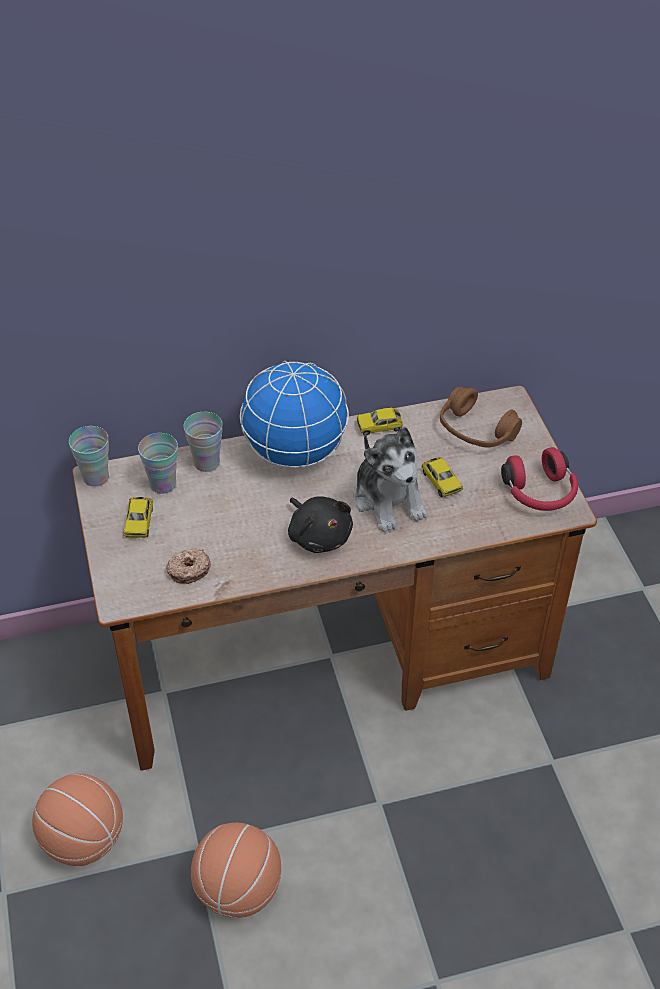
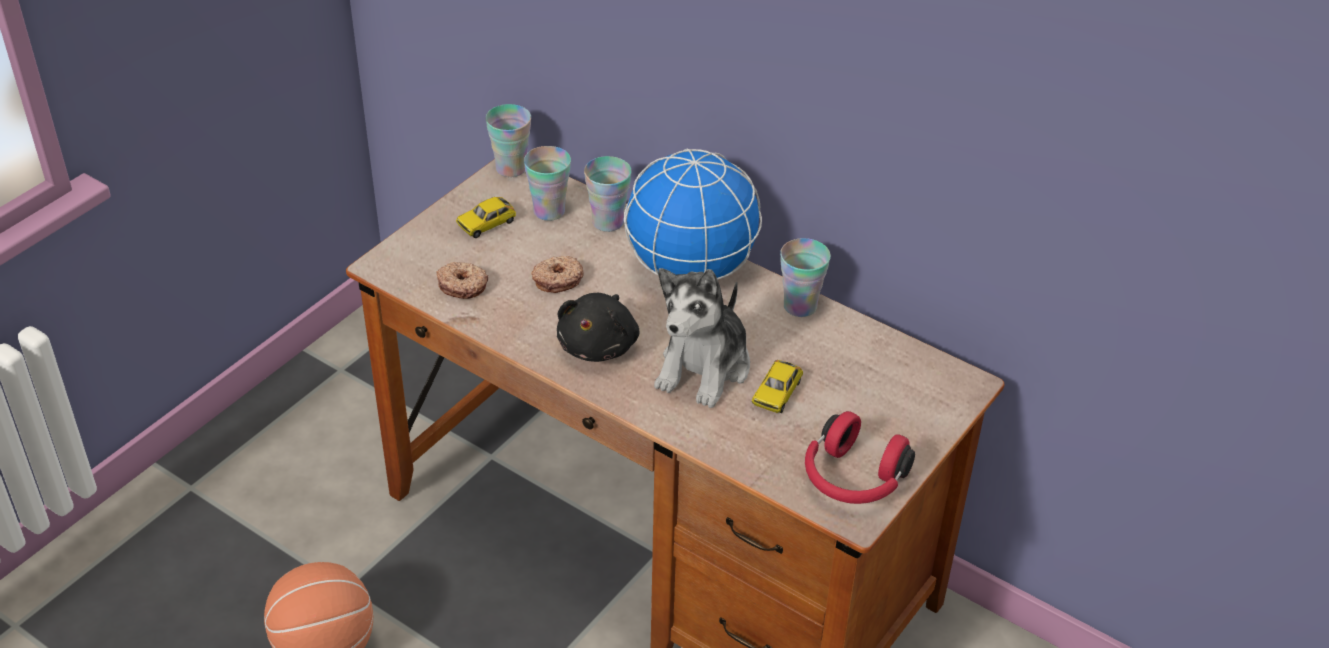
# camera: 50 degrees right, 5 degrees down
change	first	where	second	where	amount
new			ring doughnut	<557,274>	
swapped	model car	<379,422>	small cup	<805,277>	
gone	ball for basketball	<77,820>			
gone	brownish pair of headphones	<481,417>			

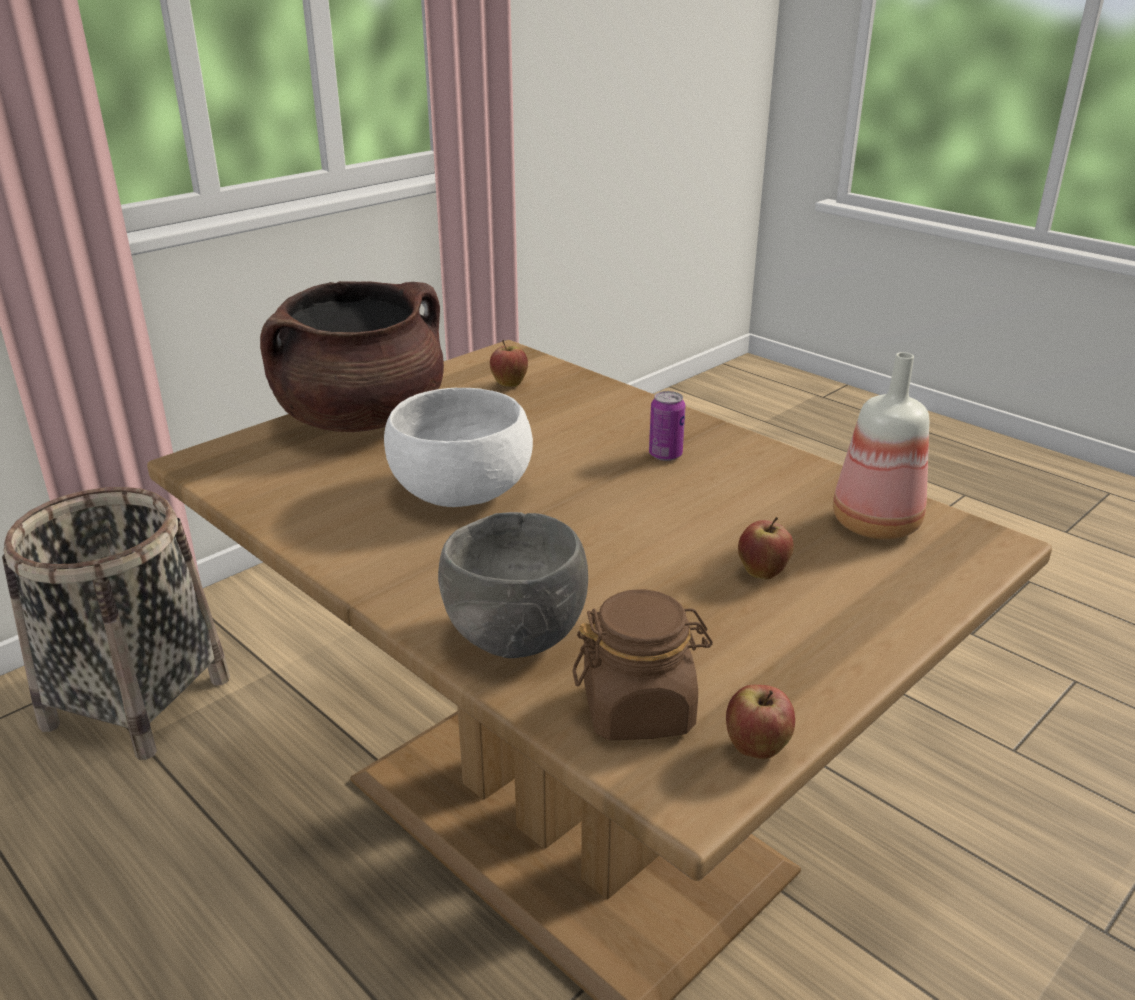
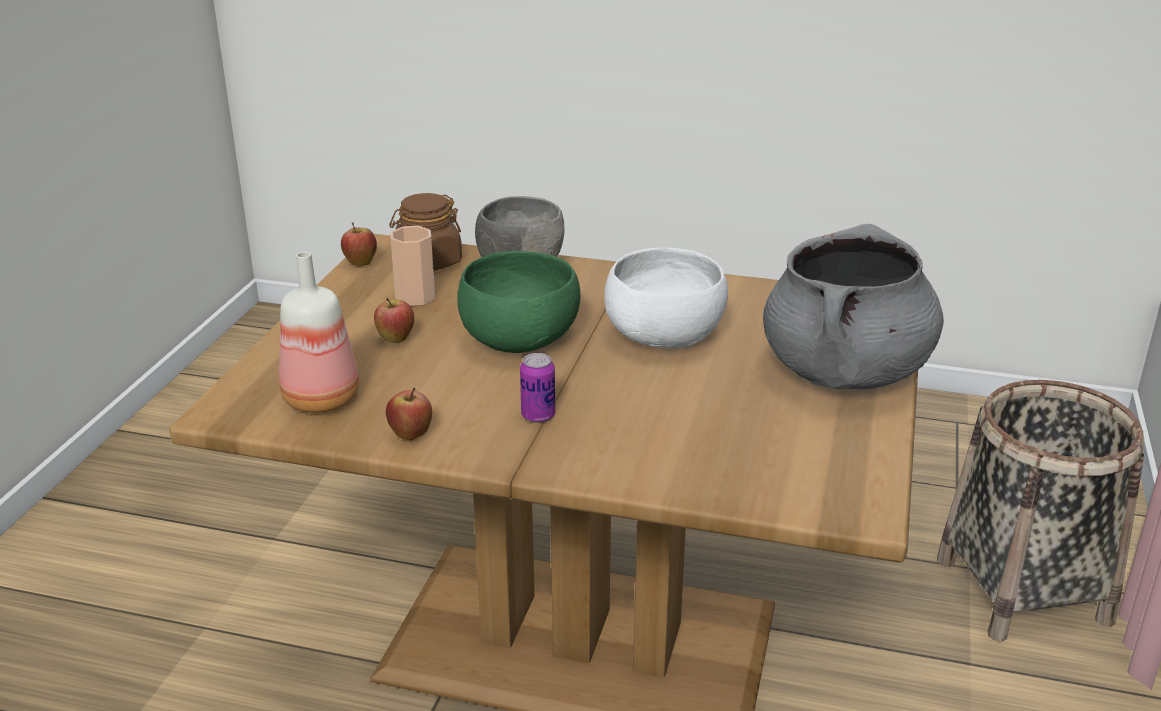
# camera: 150 degrees right, 0 degrees up
change	first	where	second	where	amount
shifted	apple fruit	<509,363>		<409,414>	
new			small cup	<412,266>	
new			greenish deep dish	<519,302>	
repainted	brownish saucepot	<352,356>	gray saucepot	<853,306>	

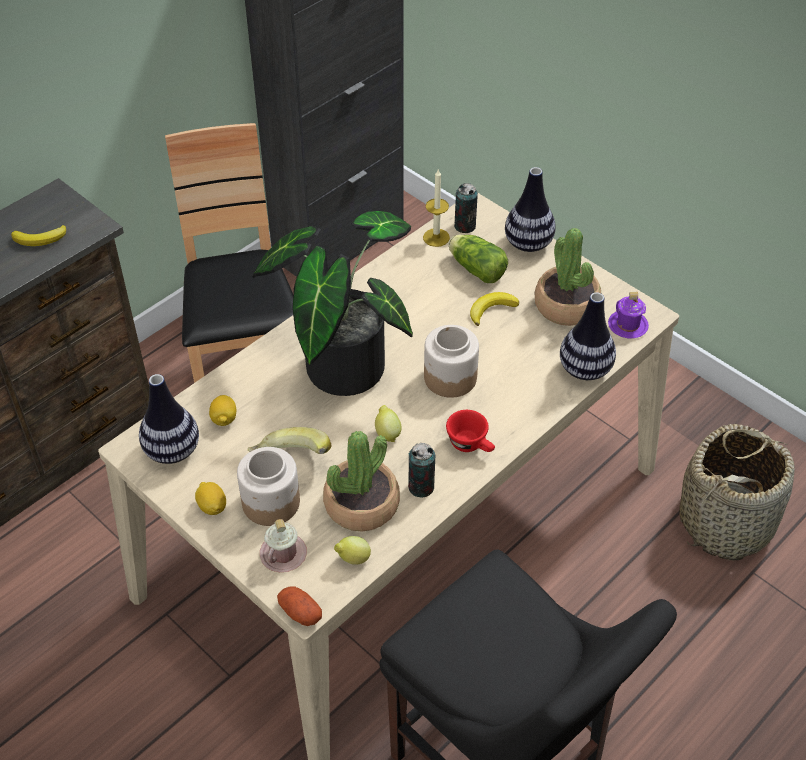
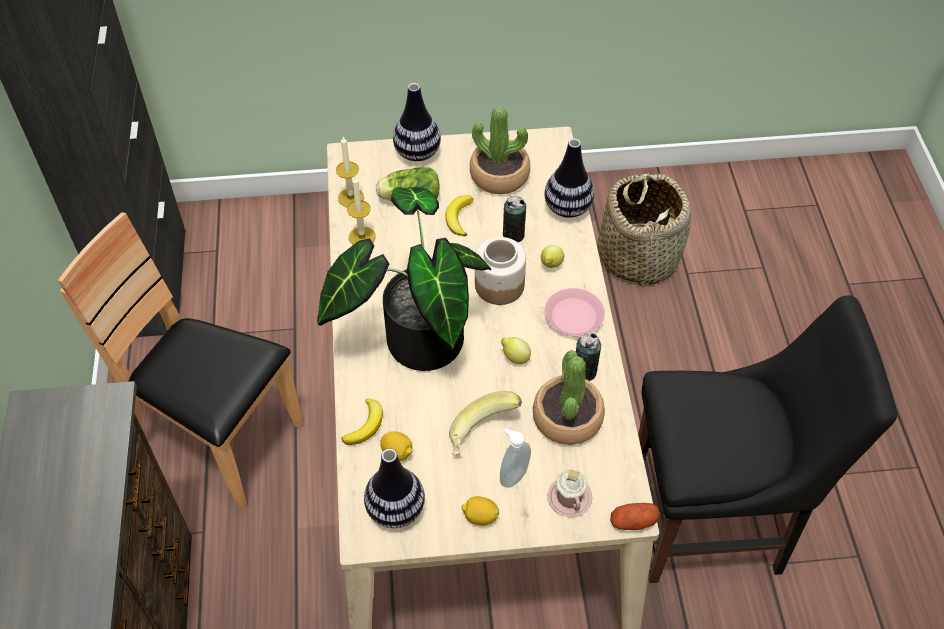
# camera: 50 degrees left, 5 degrees up
change	first	where	second	where	amount
shifted	banana fruit	<38,235>		<362,422>	
new			wax light	<361,211>	
swapped	jar	<268,486>	liquid soap bottle	<515,458>	
shifted	sealed can	<466,208>		<514,219>	
shifted	whole lemon	<352,550>		<552,256>	
swapped	red small cup	<470,431>	pink flat dish	<574,312>	
gone	purple-coloured mug	<628,315>			

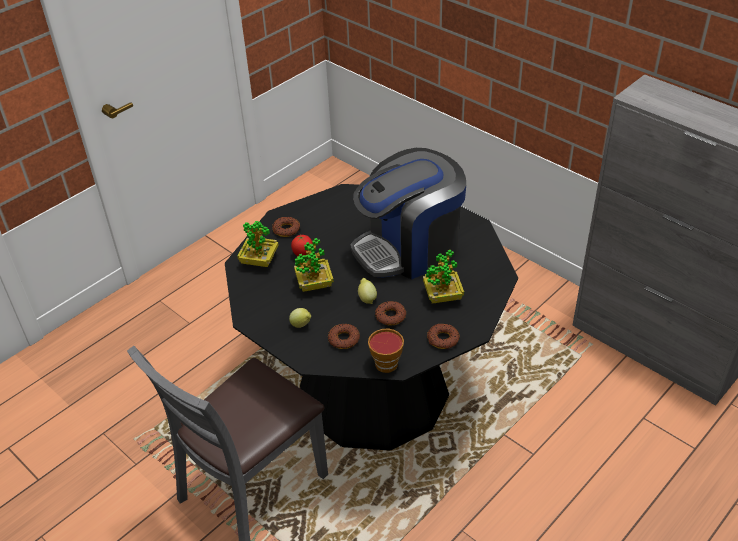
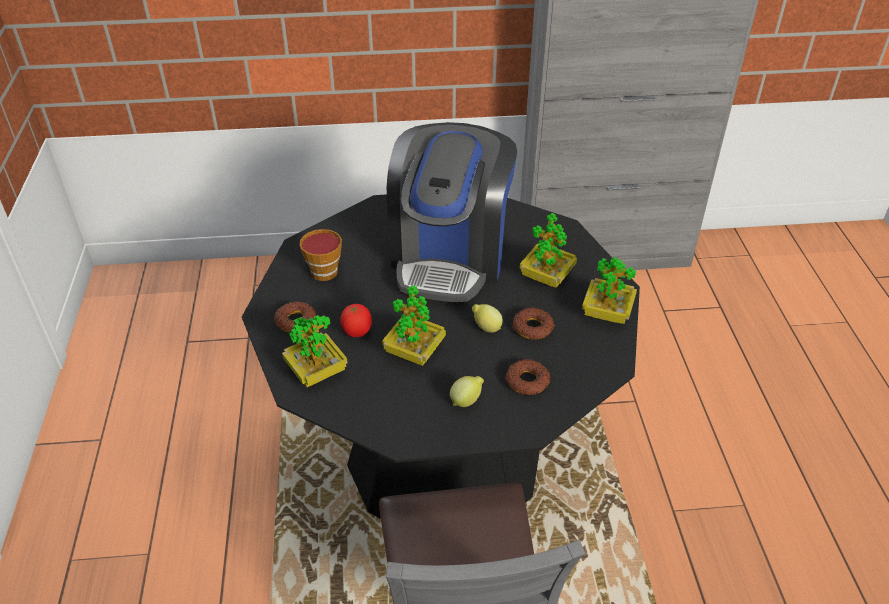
# camera: 50 degrees left, 0 degrees up
change	first	where	second	where	amount
shifted	small cup	<386,351>		<320,255>	
swapped	ring doughnut	<443,336>	plant in a pot	<609,291>	

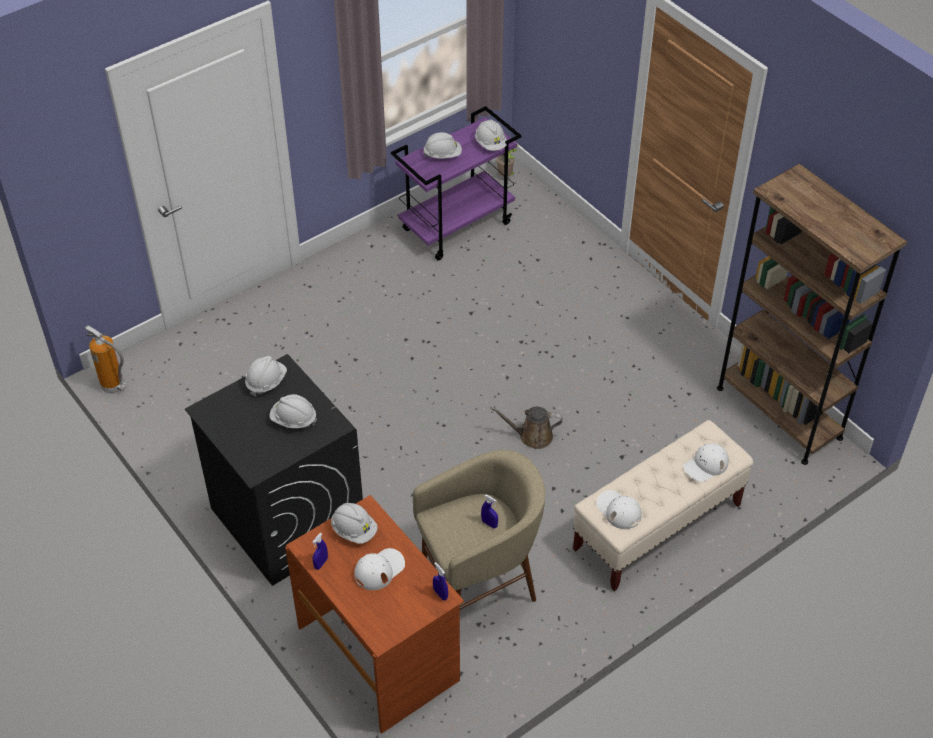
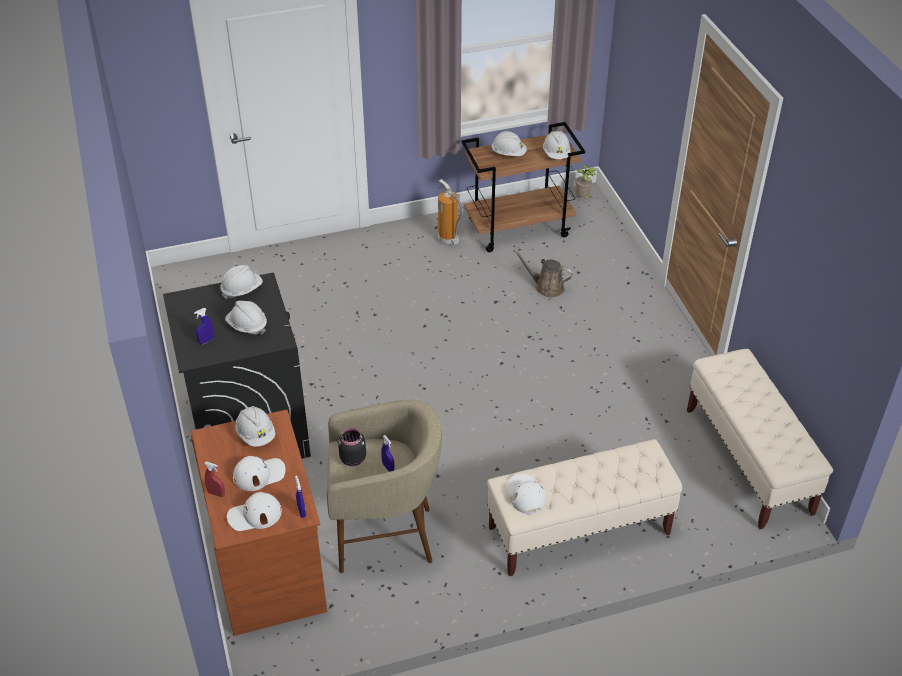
# camera: 20 degrees right, 5 degrees down
change	first	where	second	where	amount
shifted	bluish hand sprayer	<320,551>		<204,326>	
new			red hand sprayer	<214,479>	
shifted	white baseball cap	<706,462>		<254,511>	
new			blackish jar	<352,447>	
shifted	fire-fighting cylinder	<105,359>		<450,212>	
repainted	purple-coloured wheeled cart	<456,183>	brownish wheeled cart	<523,187>	
shifted	brownish sprinkling can	<526,428>		<543,273>	
swapped	brownish bookshelf	<812,314>	beige-coloured indoor bench	<760,439>	

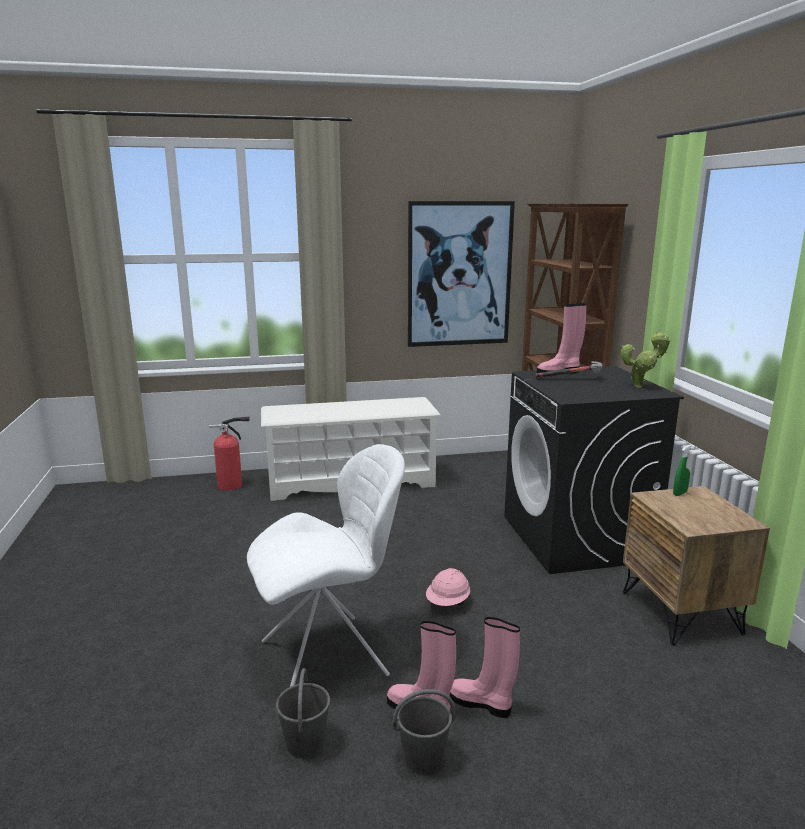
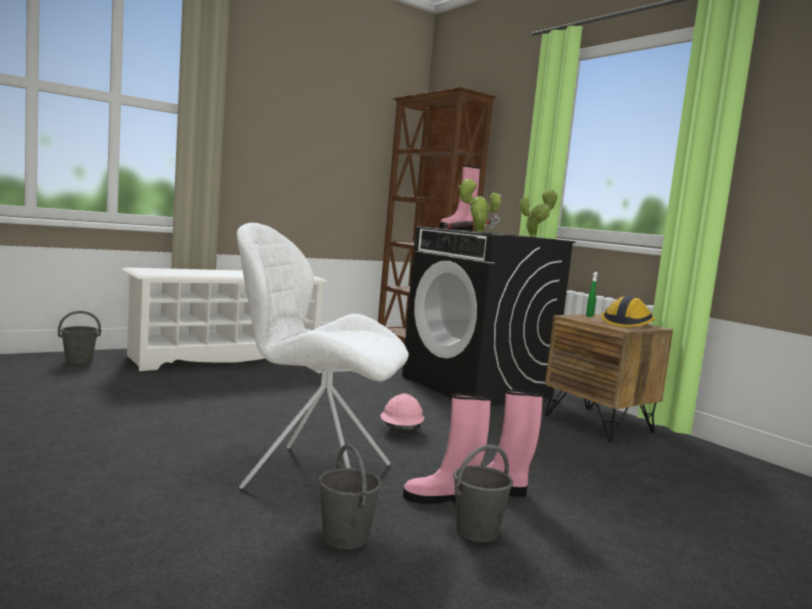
# camera: 25 degrees left, 10 degrees down
change	first	where	second	where	amount
swapped	fire-fighting cylinder	<229,453>	gray bucket	<79,337>	
rotated	white upright chair	<326,565>		<323,356>	120 degrees counterclockwise
new			plant in a pot	<479,205>	
new			hard hat	<628,311>	
gone	wall art	<461,274>			

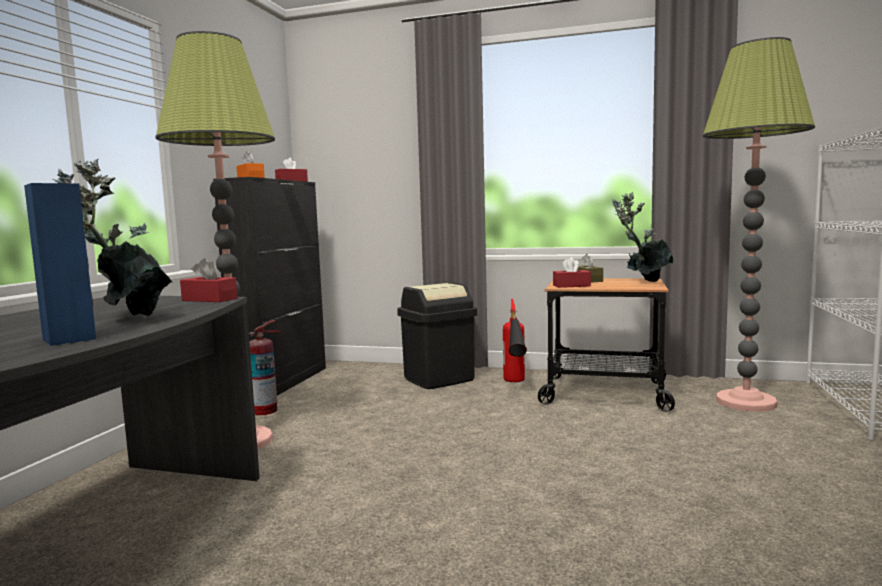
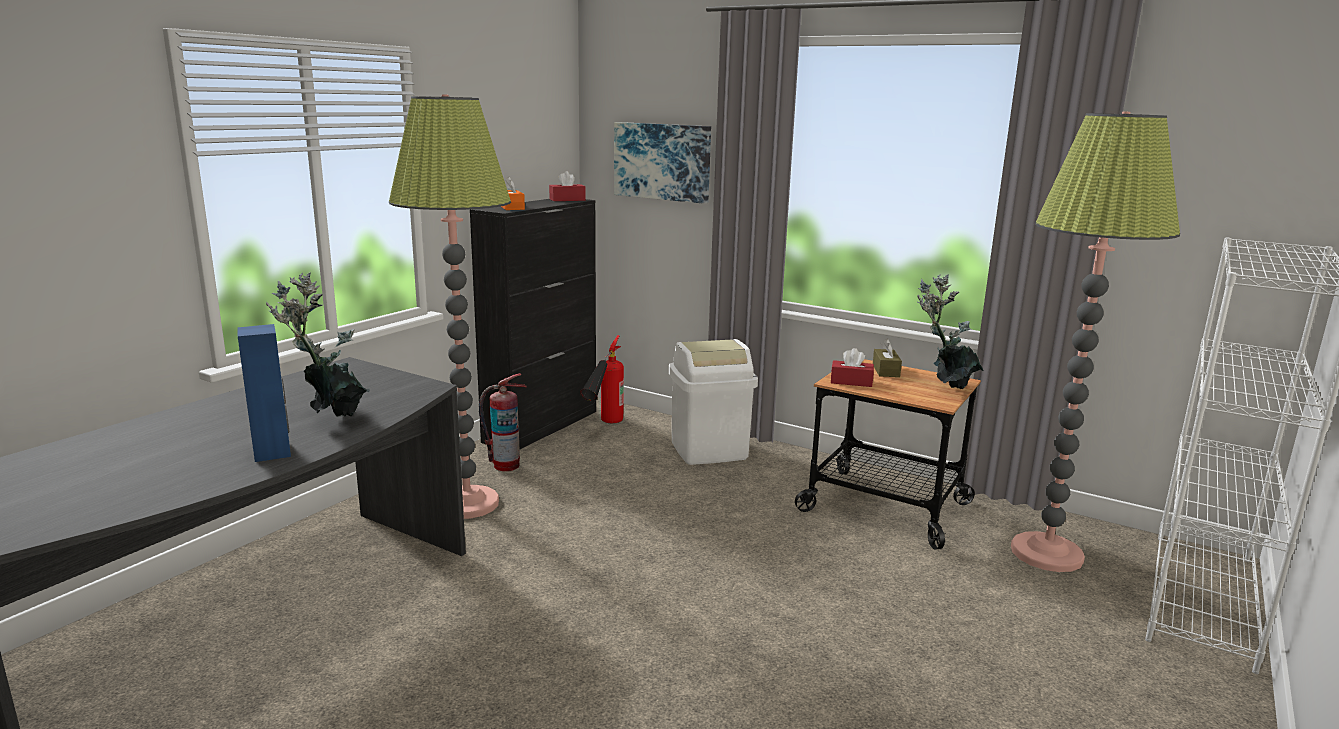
# camera: 15 degrees right, 10 degrees up
change	first	where	second	where	amount
shifted	fire-fighting cylinder	<515,340>		<602,379>	
new			wall art	<662,163>	
repainted	blackish trash can	<437,336>	white trash can	<713,402>	
gone	red tissue box	<208,280>			

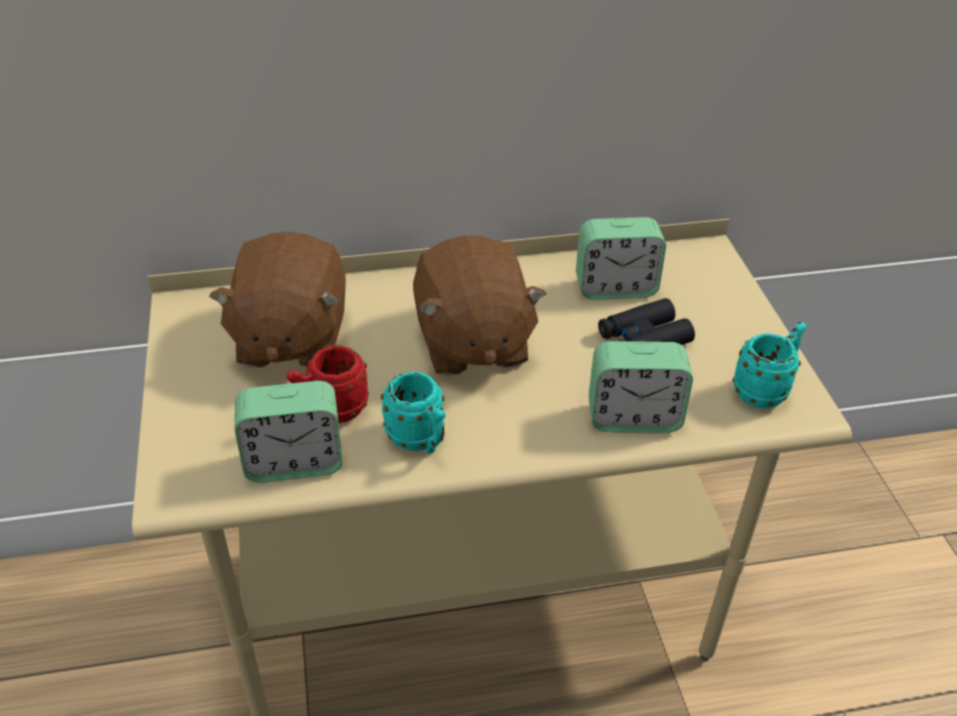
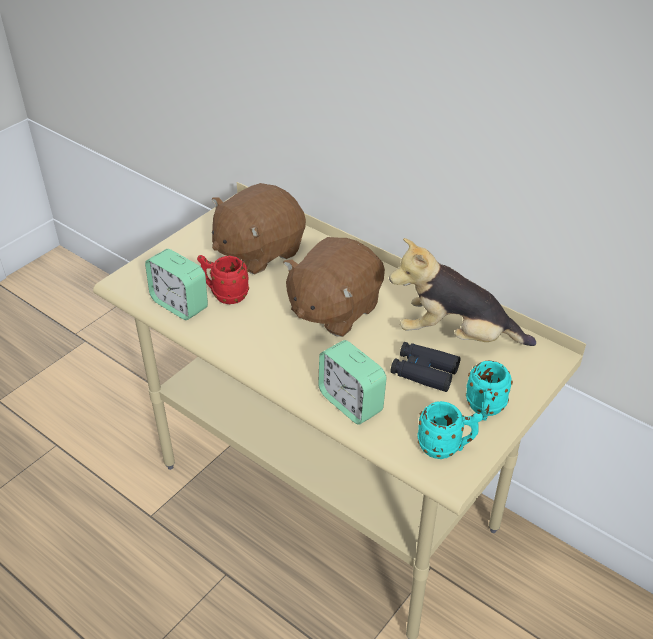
# camera: 50 degrees right, 0 degrees up
change	first	where	second	where	amount
swapped	table clock	<621,258>	plush toy	<462,292>	
shifted	turquoise-coloured mug	<413,413>		<489,391>	

